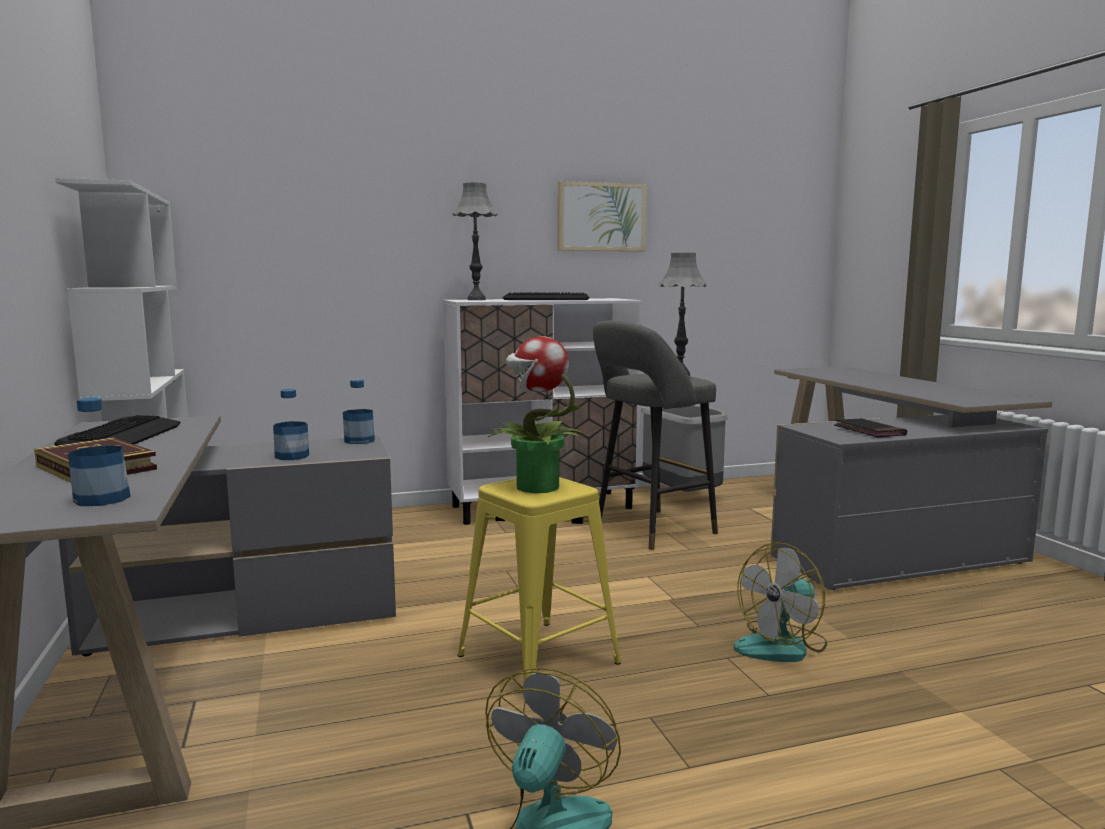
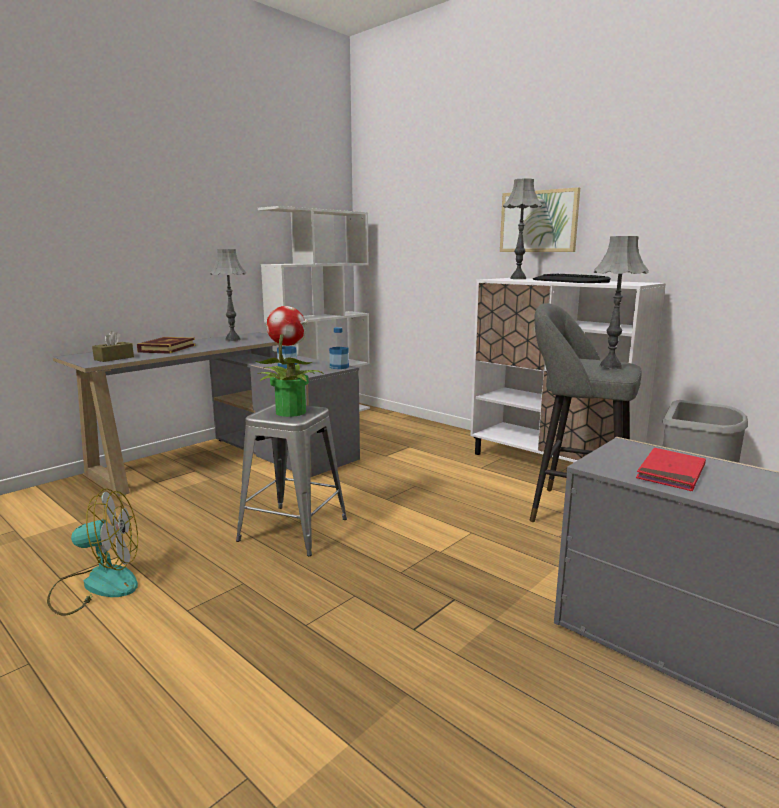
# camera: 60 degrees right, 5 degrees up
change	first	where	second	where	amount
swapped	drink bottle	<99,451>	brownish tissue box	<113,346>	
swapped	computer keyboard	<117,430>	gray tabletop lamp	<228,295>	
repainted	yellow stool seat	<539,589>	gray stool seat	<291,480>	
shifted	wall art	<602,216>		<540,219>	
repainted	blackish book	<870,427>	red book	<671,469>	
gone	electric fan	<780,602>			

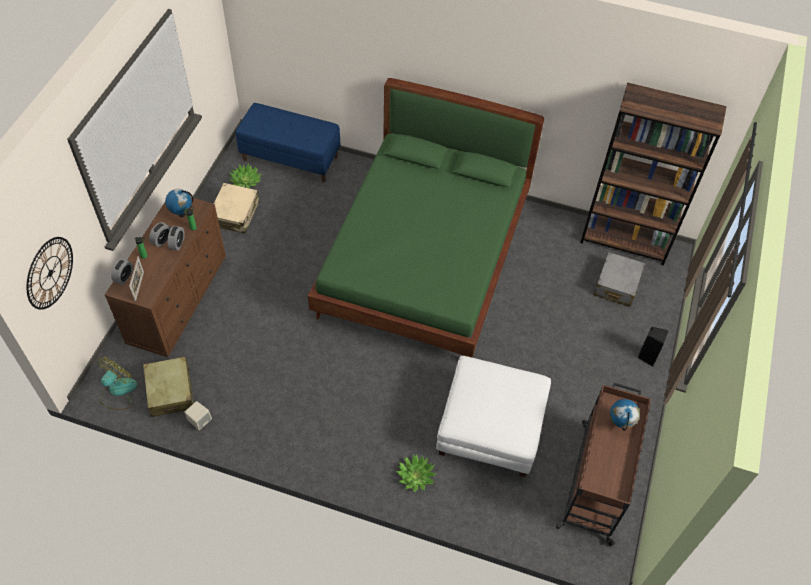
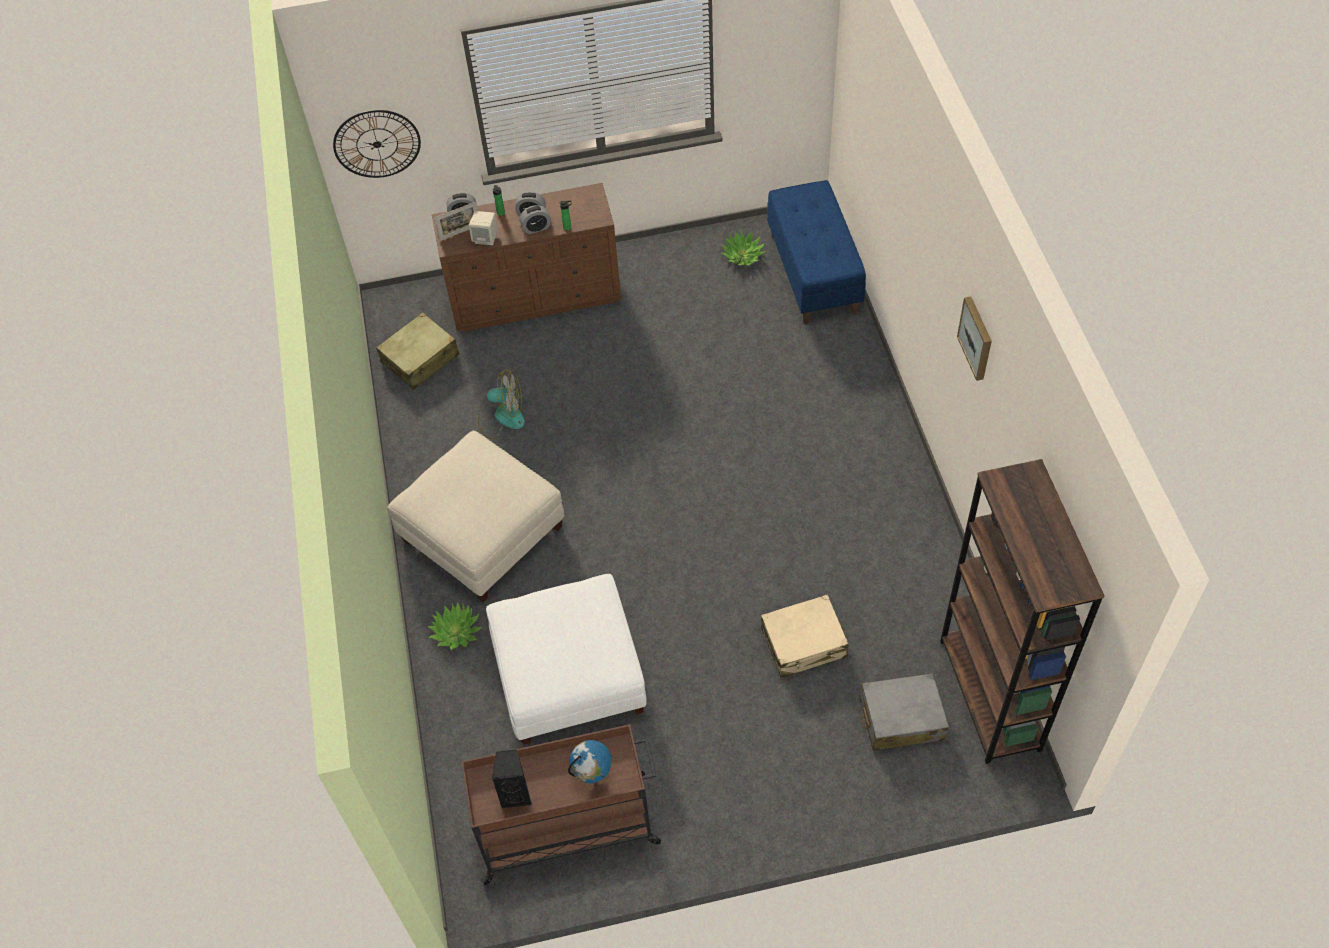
# camera: 65 degrees right, 0 degrees up
change	first	where	second	where	amount
new			beige-coloured pouffe	<475,516>	
shifted	beige-coloured loudspeaker	<198,415>		<483,228>	
shifted	electric fan	<117,383>		<501,404>	
shifted	blackish loudspeaker	<653,347>		<512,779>	
shifted	beige-coloured suitcase	<237,208>		<805,636>	
new			wall art	<974,338>	
gone	globe	<179,203>			
gone	greenish bedroom bed	<426,218>			

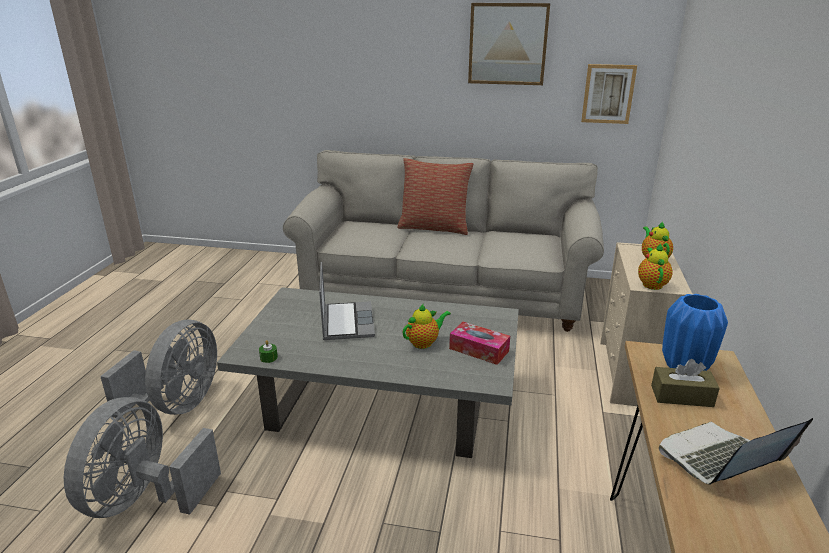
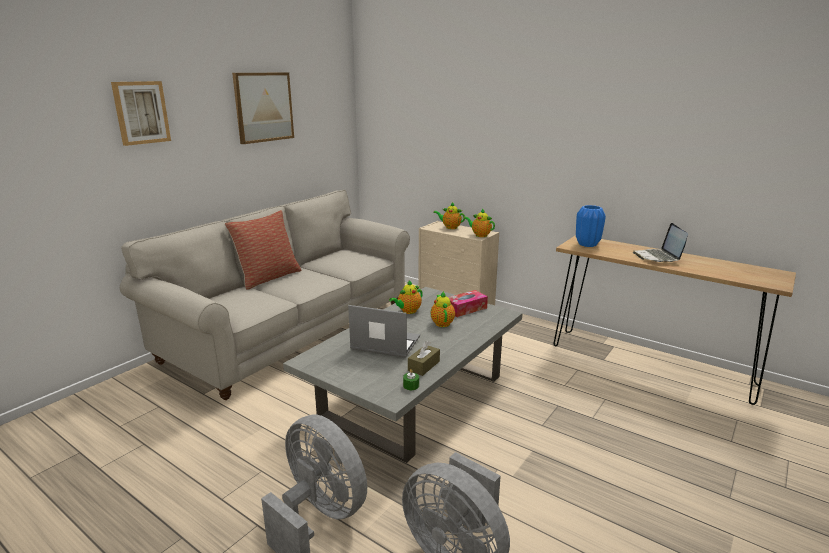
# camera: 65 degrees left, 5 degrees down
change	first	where	second	where	amount
shifted	wall art	<609,94>		<141,113>	
new			tea pot	<406,297>	
shifted	brownish tissue box	<685,383>		<424,358>	

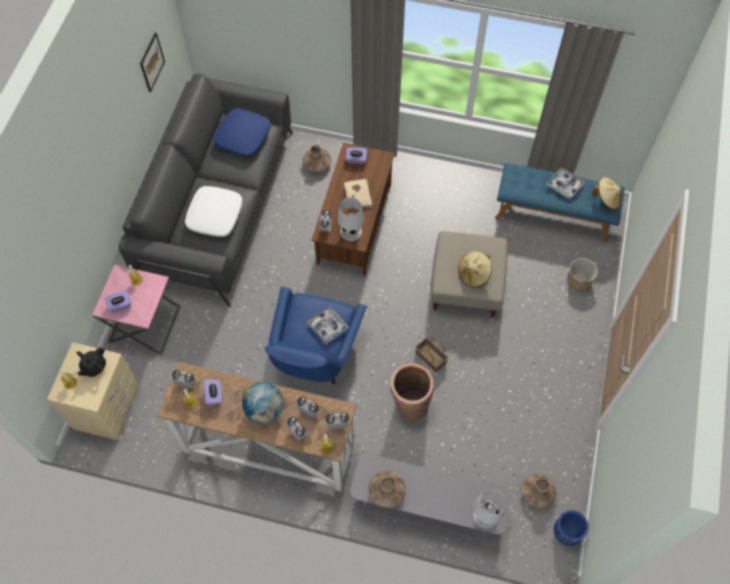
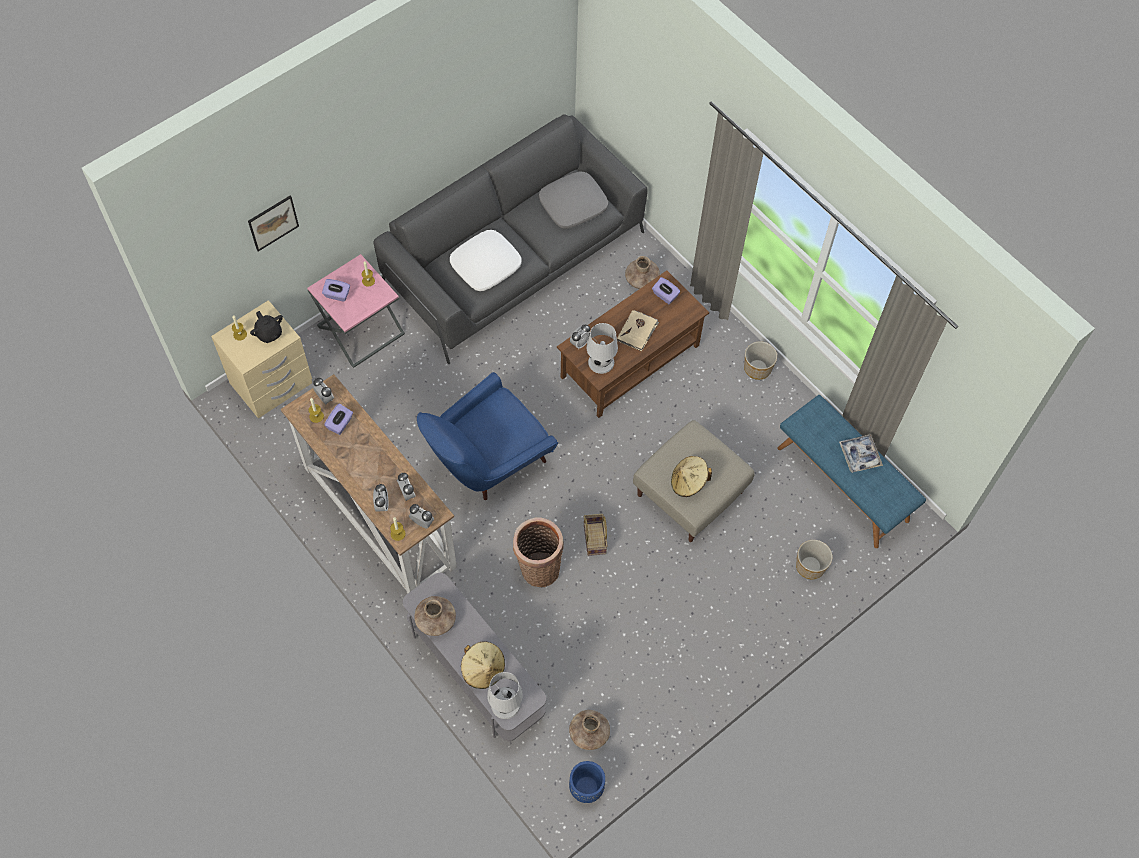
# camera: 35 degrees right, 0 degrees up
change	first	where	second	where	amount
shifted	wall art	<152,62>		<273,223>	
rotated	blackish tea pot	<91,362>		<266,327>	105 degrees counterclockwise
shifted	beige-coloured wearable hat	<607,193>		<483,665>	
repainted	bluish pillow	<242,132>	gray pillow	<573,200>	
new			planter	<760,361>	
gone	globe	<263,403>			
gone	carrying tray	<328,325>			

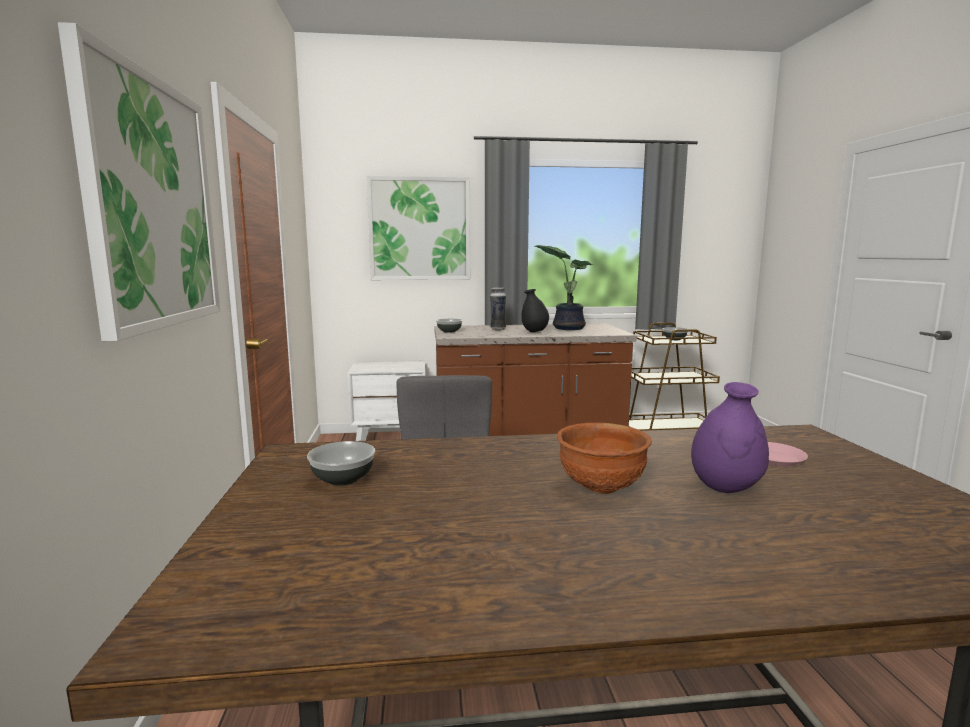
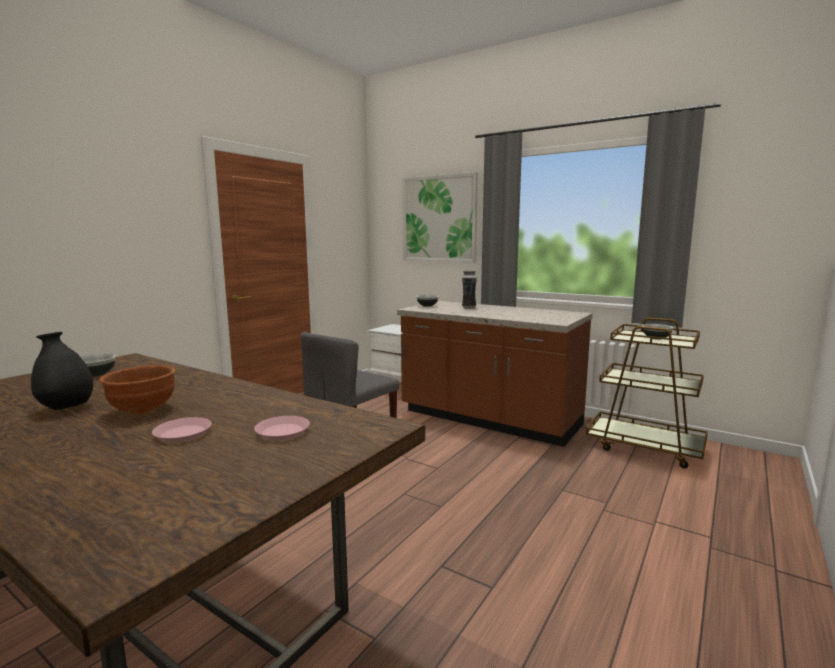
# camera: 40 degrees right, 0 degrees up
change	first	where	second	where	amount
shifted	blackish flower vase	<535,310>		<62,371>	
swapped	purple-coloured flower vase	<730,437>	pink flat dish	<182,429>	
gone	wall art	<139,181>			
gone	plant in a pot	<564,287>			

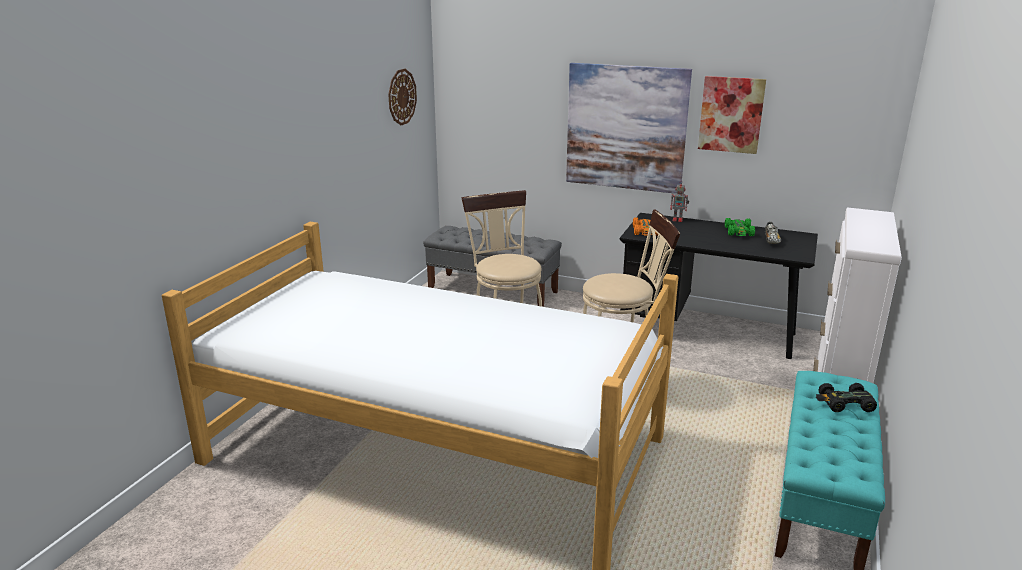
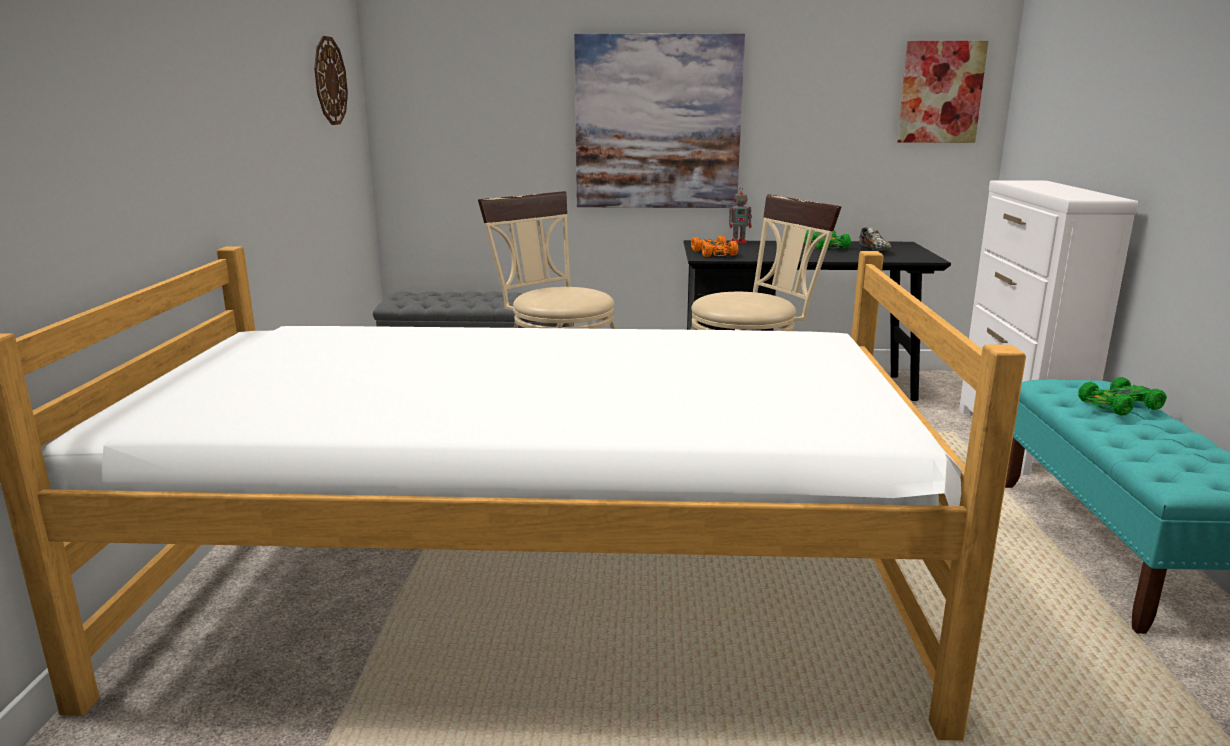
# camera: 20 degrees left, 5 degrees down
change	first	where	second	where	amount
shifted	wall art	<732,115>		<942,92>	
repainted	blackish model car	<846,397>	greenish model car	<1122,396>	

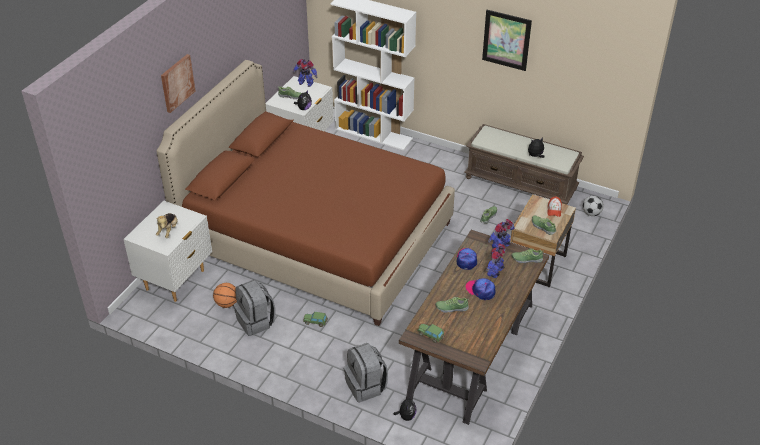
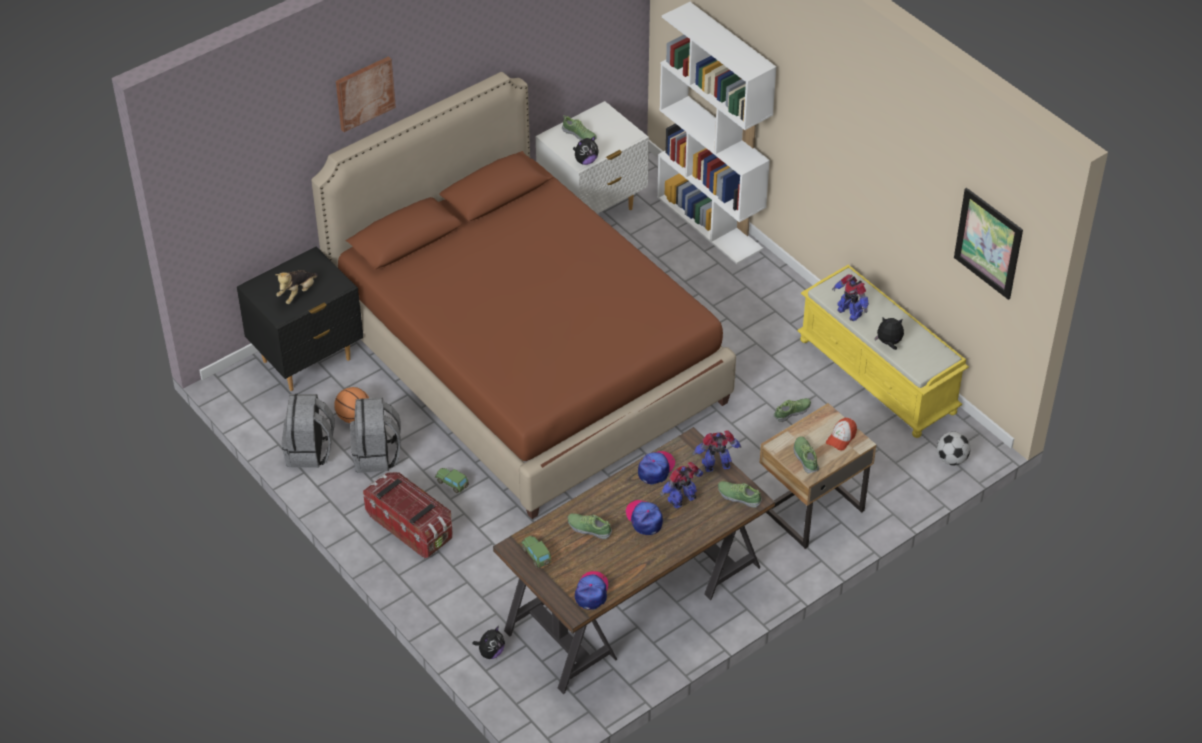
# camera: 25 degrees right, 5 degrees up
change	first	where	second	where	amount
repainted	white bedside table	<167,251>	blackish bedside table	<300,319>	
shifted	gray knapsack	<366,372>		<308,431>	
new			storage bin	<407,515>	
new			baseball cap	<591,590>	
repainted	brownish indoor bench	<524,164>	yellow indoor bench	<883,351>	
shifted	toy robot	<305,73>		<850,297>	
shifted	wall art	<507,40>		<988,244>	

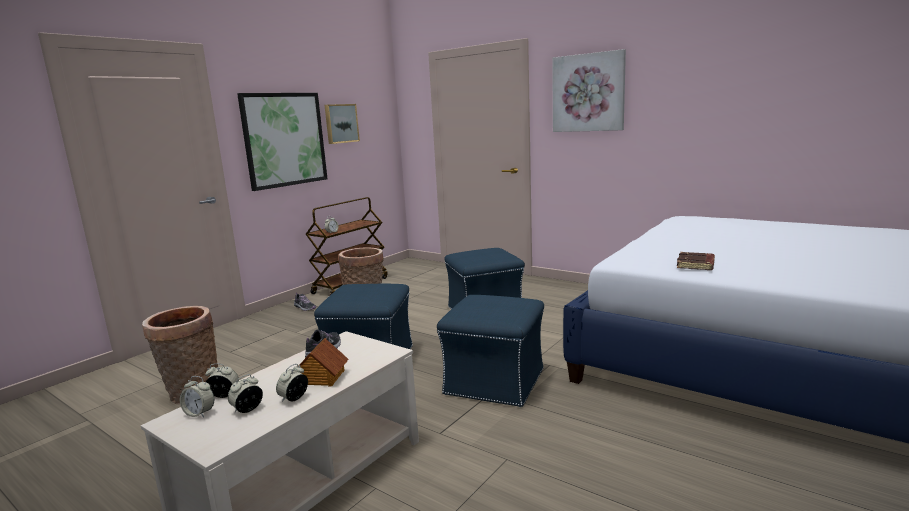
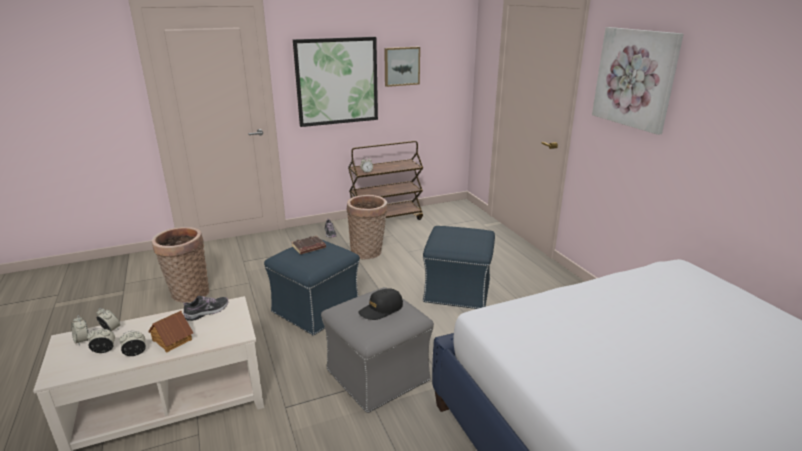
# camera: 30 degrees right, 10 degrees up
change	first	where	second	where	amount
shifted	brownish book	<696,261>		<308,245>	
repainted	bluish pouffe	<490,351>	gray pouffe	<377,350>	
new			blackish baseball cap	<380,304>	

